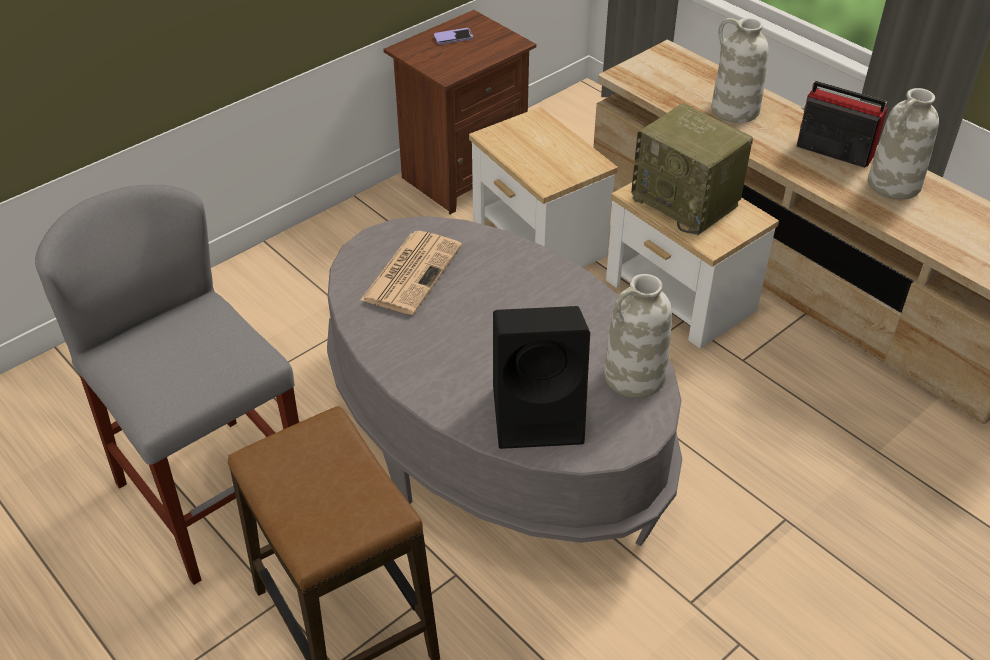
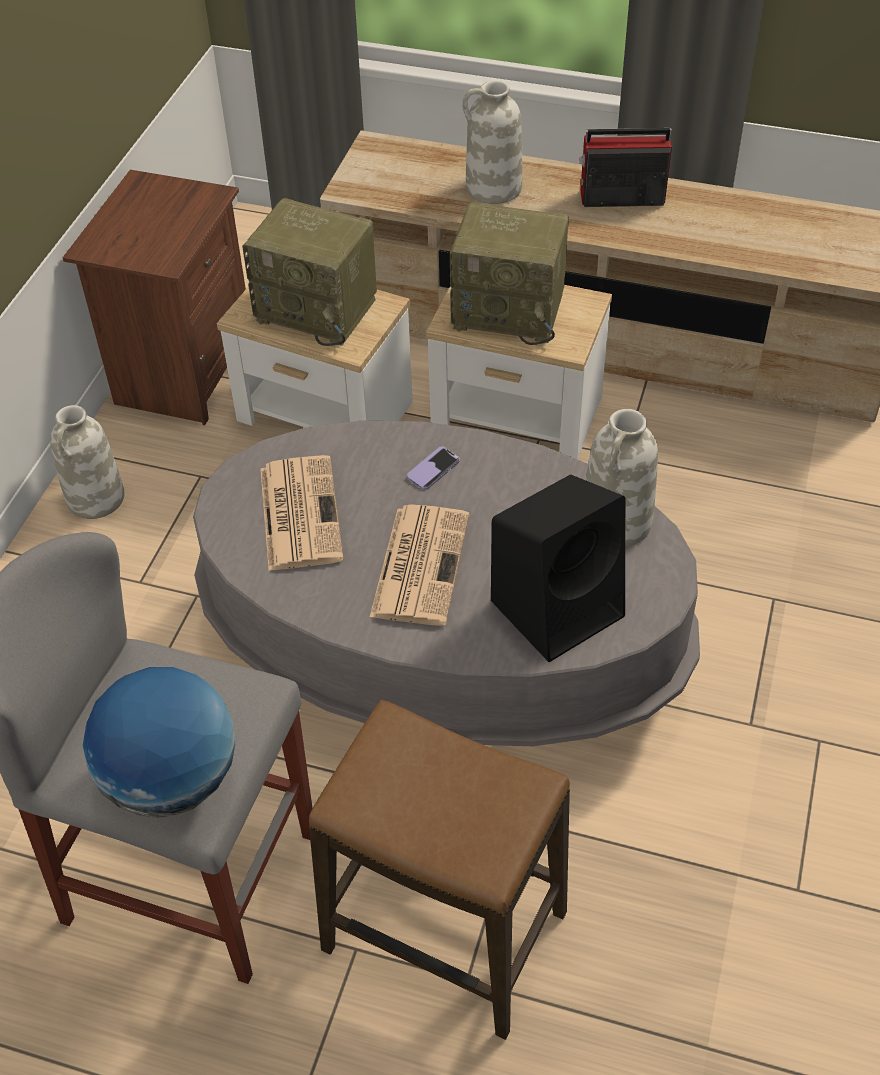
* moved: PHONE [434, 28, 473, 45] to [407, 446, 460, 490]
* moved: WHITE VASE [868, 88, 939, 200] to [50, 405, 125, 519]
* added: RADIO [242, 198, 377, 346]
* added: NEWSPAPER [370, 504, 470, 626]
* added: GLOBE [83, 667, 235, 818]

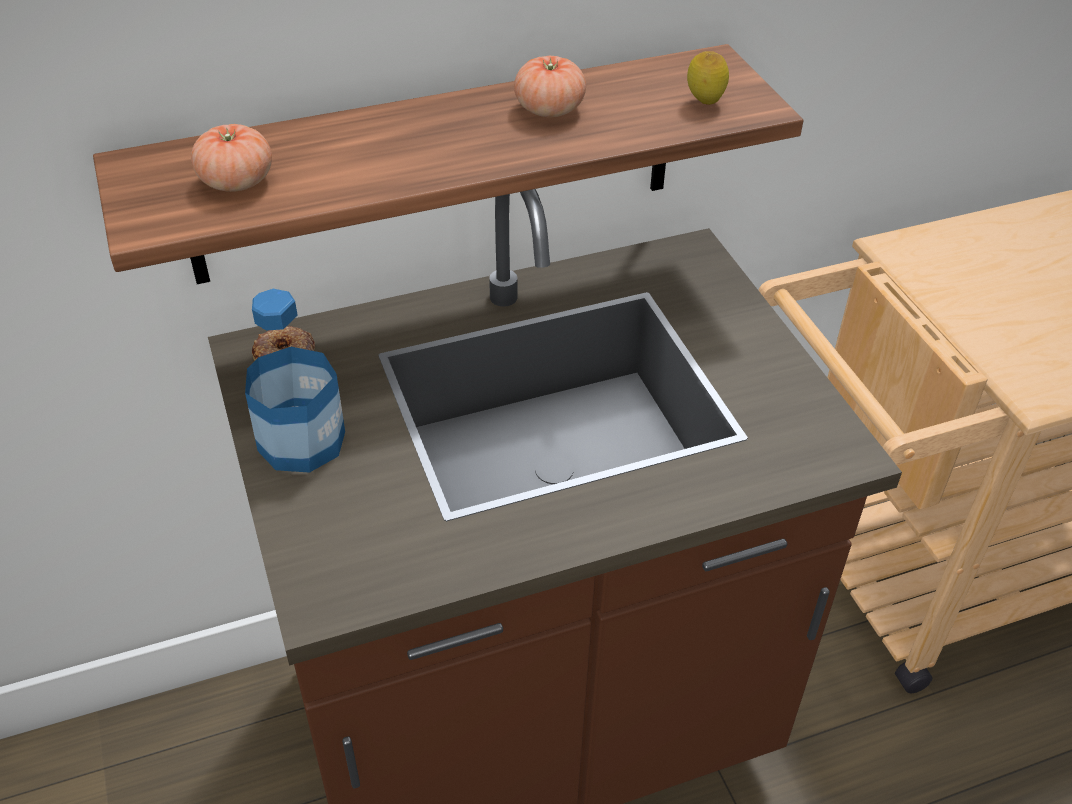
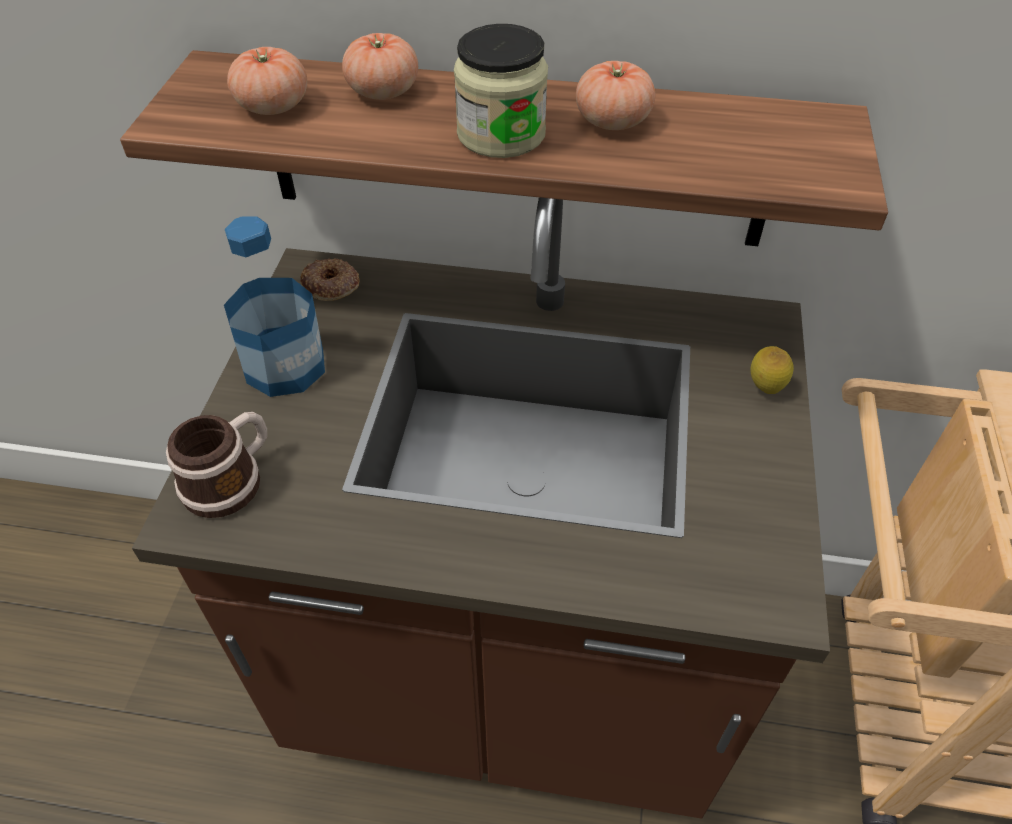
* moved: LEMON [687, 51, 729, 105] to [750, 346, 794, 394]
* added: JAR [454, 24, 548, 158]
* added: TOMATO [342, 33, 418, 100]
* added: MUG [166, 412, 267, 518]

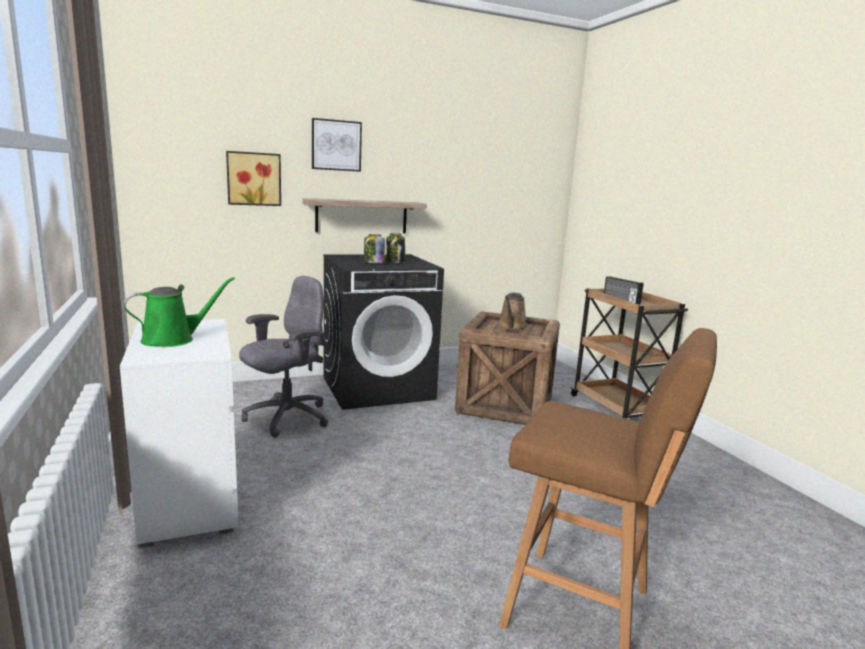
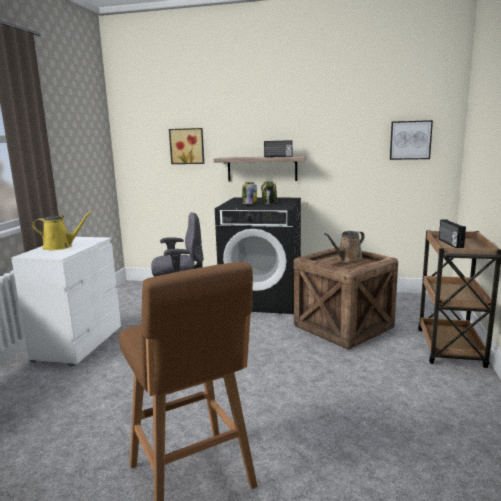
* moved: PICTURE [312, 118, 362, 172] to [390, 120, 433, 160]
* recoloured: GREEN WATERING CAN [124, 277, 235, 347] to YELLOW WATERING CAN [32, 211, 92, 250]
* added: RADIO [264, 140, 293, 157]

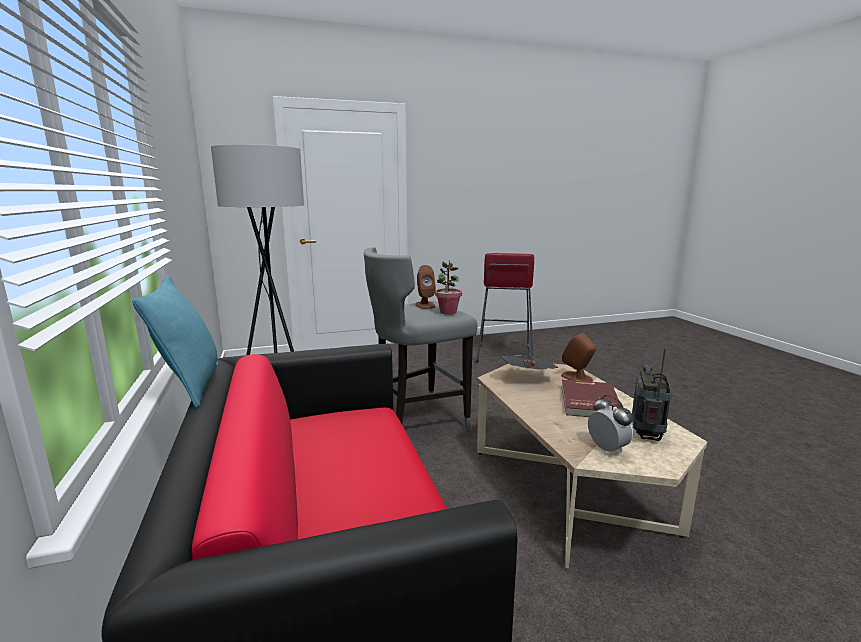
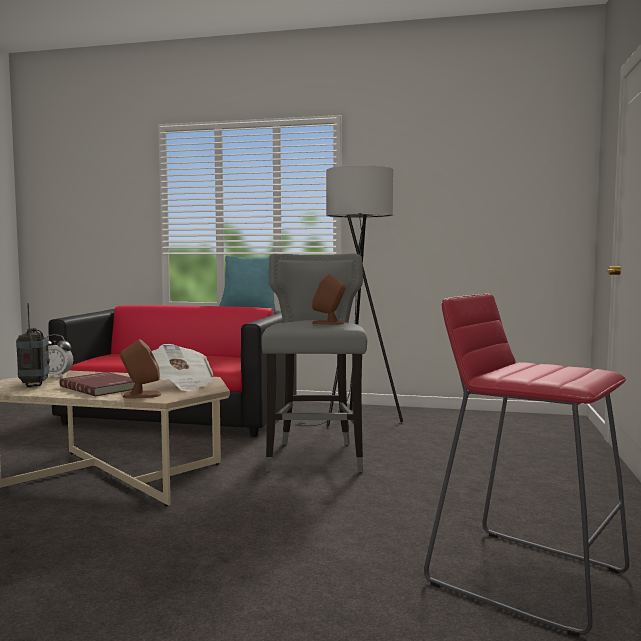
* removed: POTTED PLANT [435, 261, 462, 314]
* turned: RADIO [632, 348, 672, 441] = [16, 303, 50, 387] 150 degrees counterclockwise

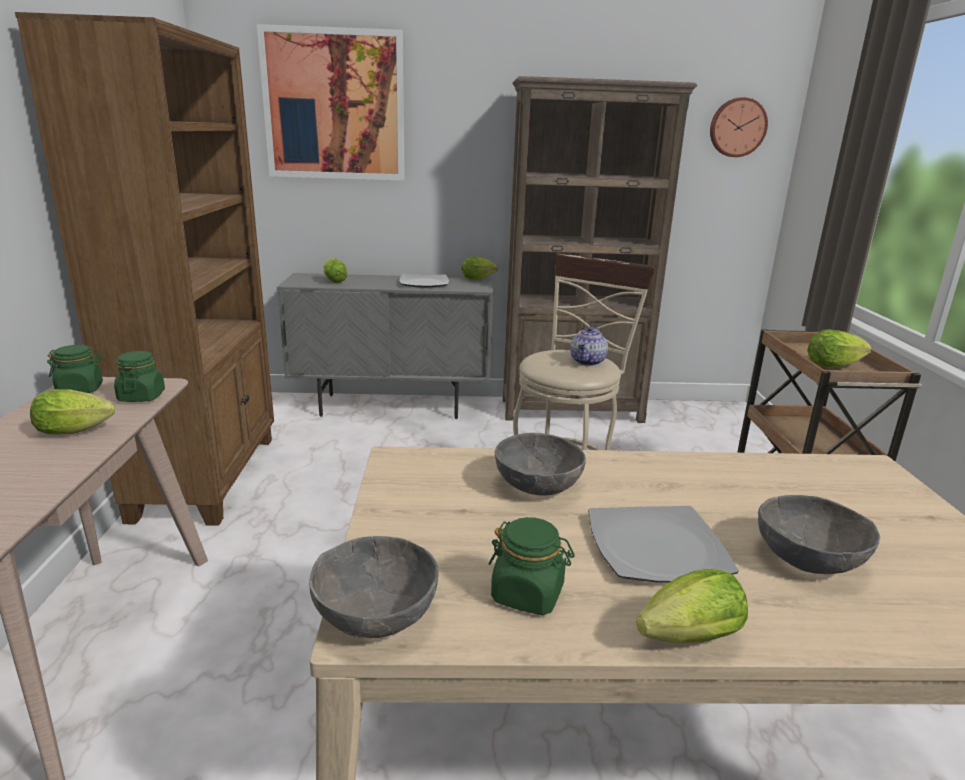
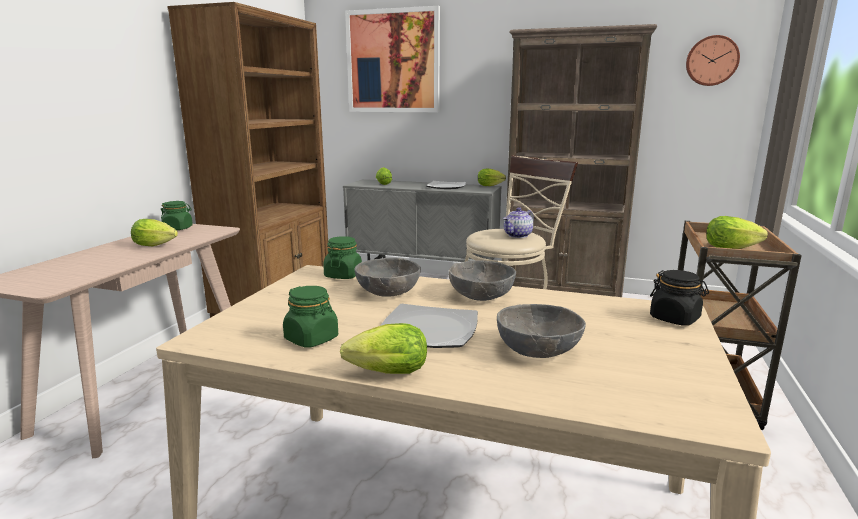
* moved: GREEN JAR [114, 351, 165, 402] to [323, 236, 362, 279]
* moved: GREY BOWL [309, 536, 439, 638] to [449, 260, 516, 301]
* added: BLACK JAR [650, 270, 709, 326]

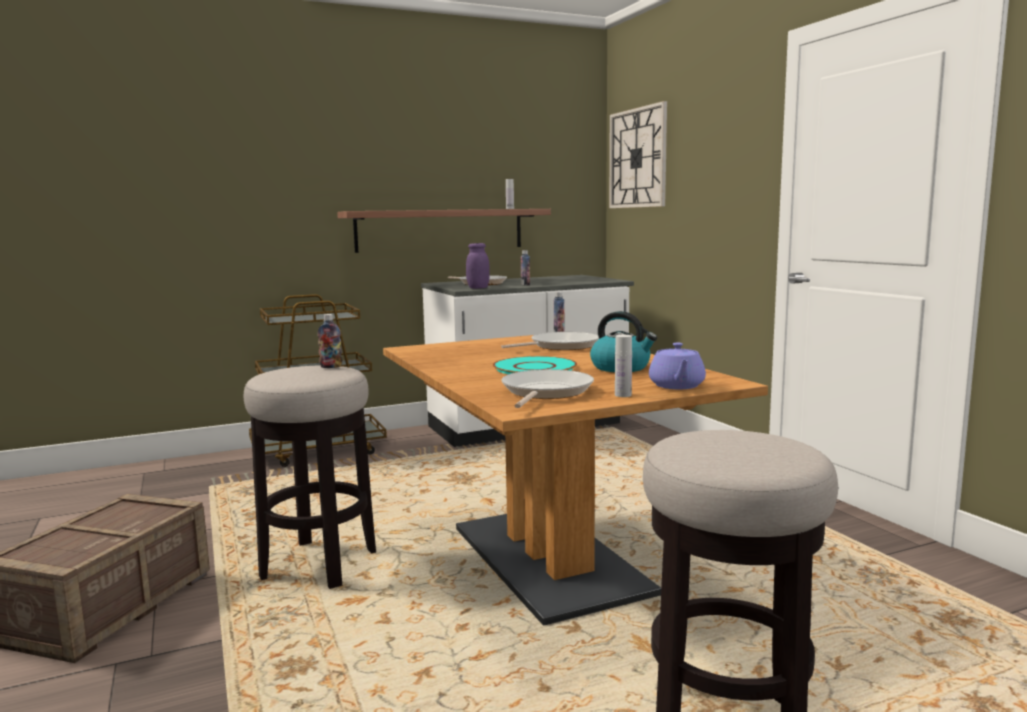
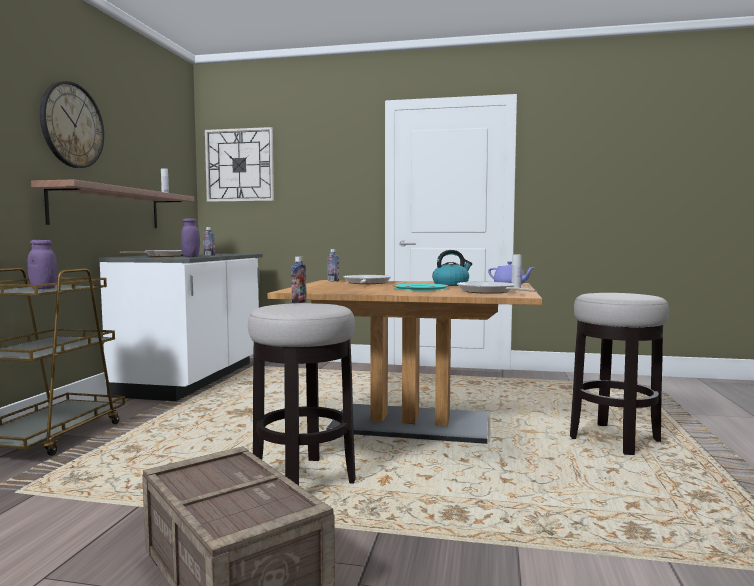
* added: WALL CLOCK [40, 81, 104, 168]
* added: PURPLE JAR [27, 240, 58, 289]

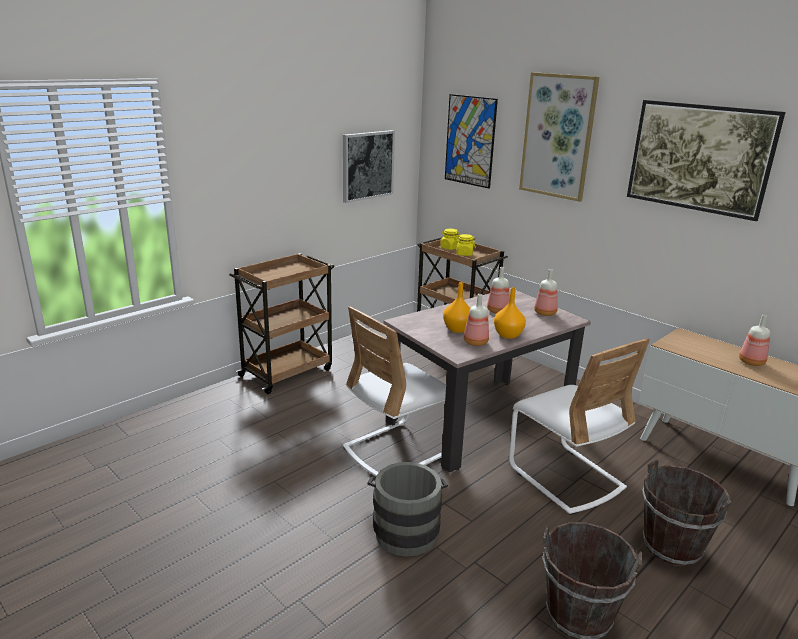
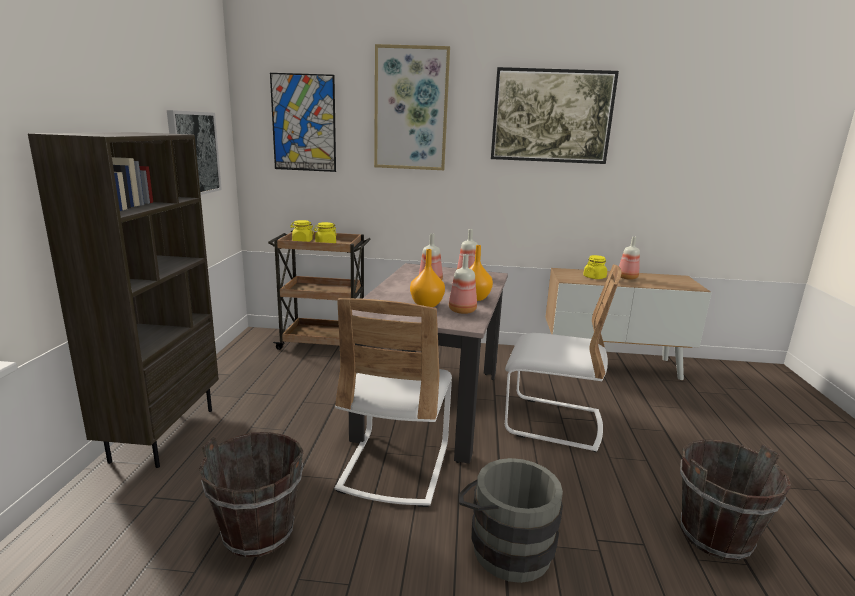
* replaced: BROWN CART [229, 253, 335, 394] to BROWN BOOKCASE [28, 132, 219, 468]
* moved: BROWN BUCKET [642, 460, 732, 566] to [199, 432, 303, 558]
* added: YELLOW JAR [583, 255, 607, 279]

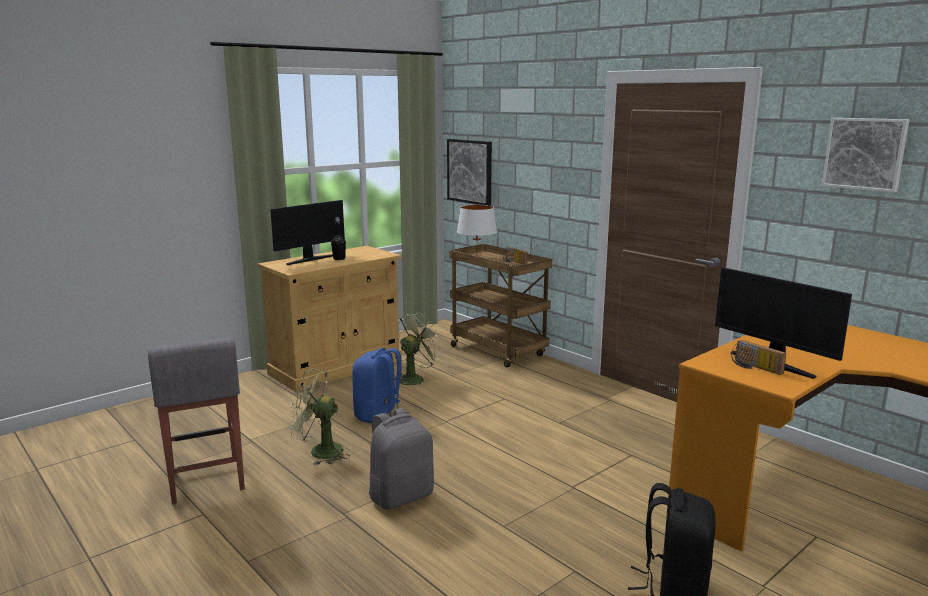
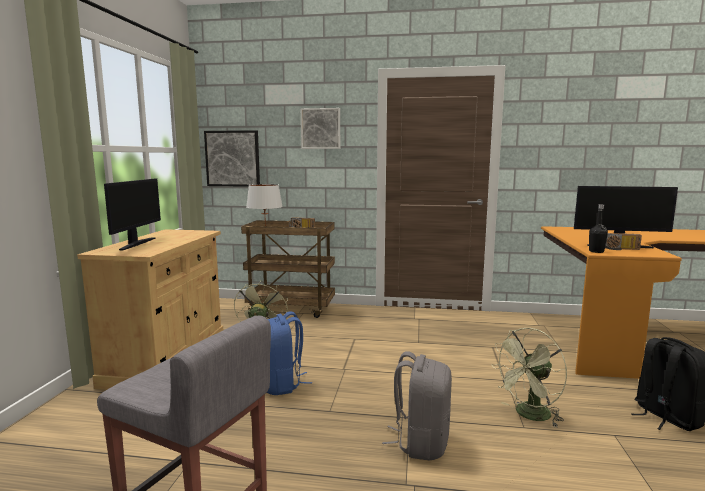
* moved: PICTURE [822, 118, 909, 193] to [301, 108, 340, 149]
* moved: BLACK BOTTLE [331, 217, 346, 260] to [589, 204, 608, 253]
* moved: GREEN FAN [288, 368, 350, 465] to [491, 328, 567, 427]

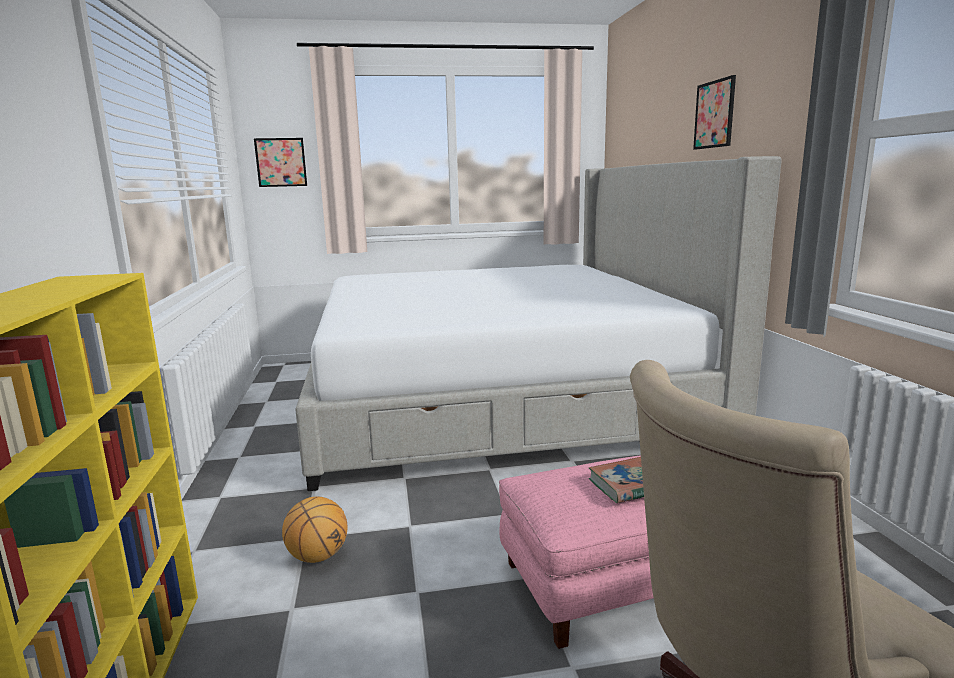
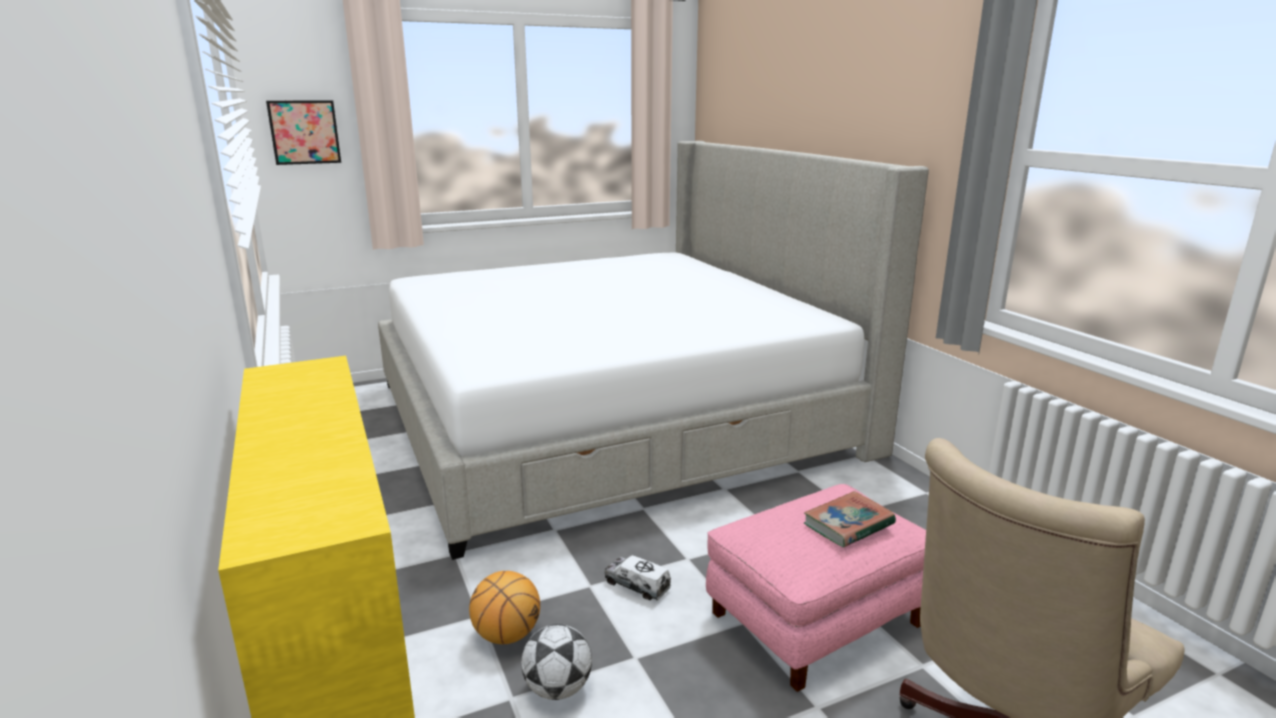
* removed: PICTURE [693, 75, 736, 150]
* added: TOY TRUCK [605, 555, 671, 600]
* added: FOOTBALL [521, 624, 592, 700]

